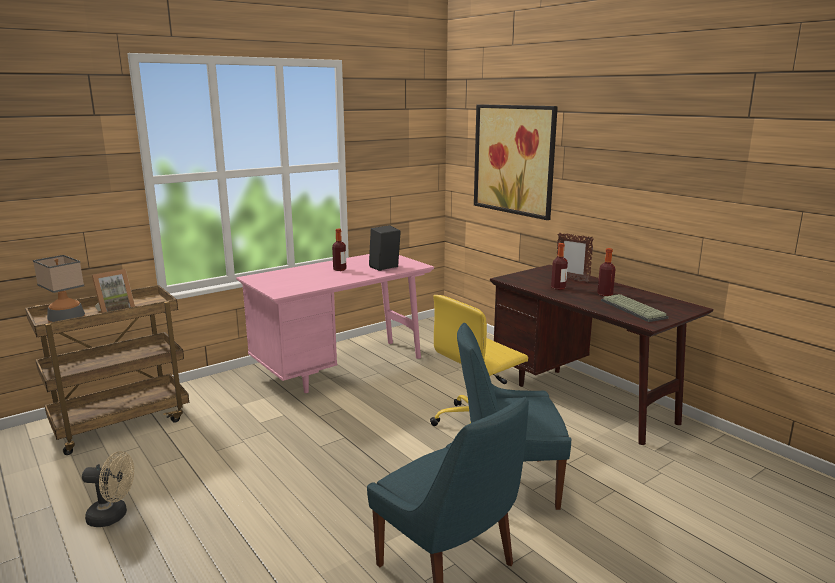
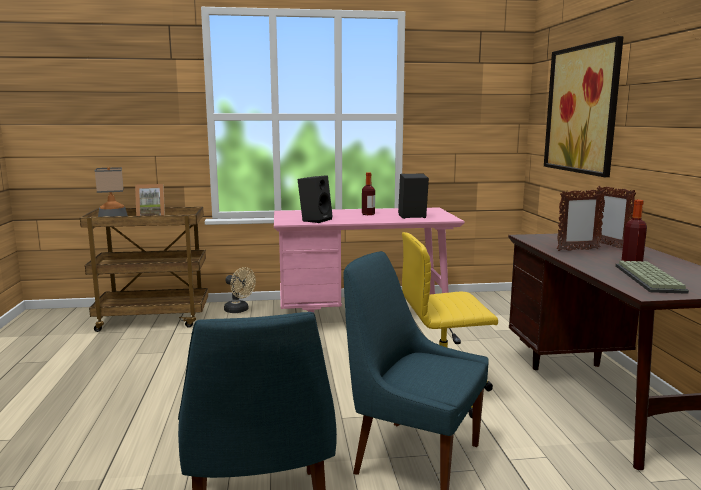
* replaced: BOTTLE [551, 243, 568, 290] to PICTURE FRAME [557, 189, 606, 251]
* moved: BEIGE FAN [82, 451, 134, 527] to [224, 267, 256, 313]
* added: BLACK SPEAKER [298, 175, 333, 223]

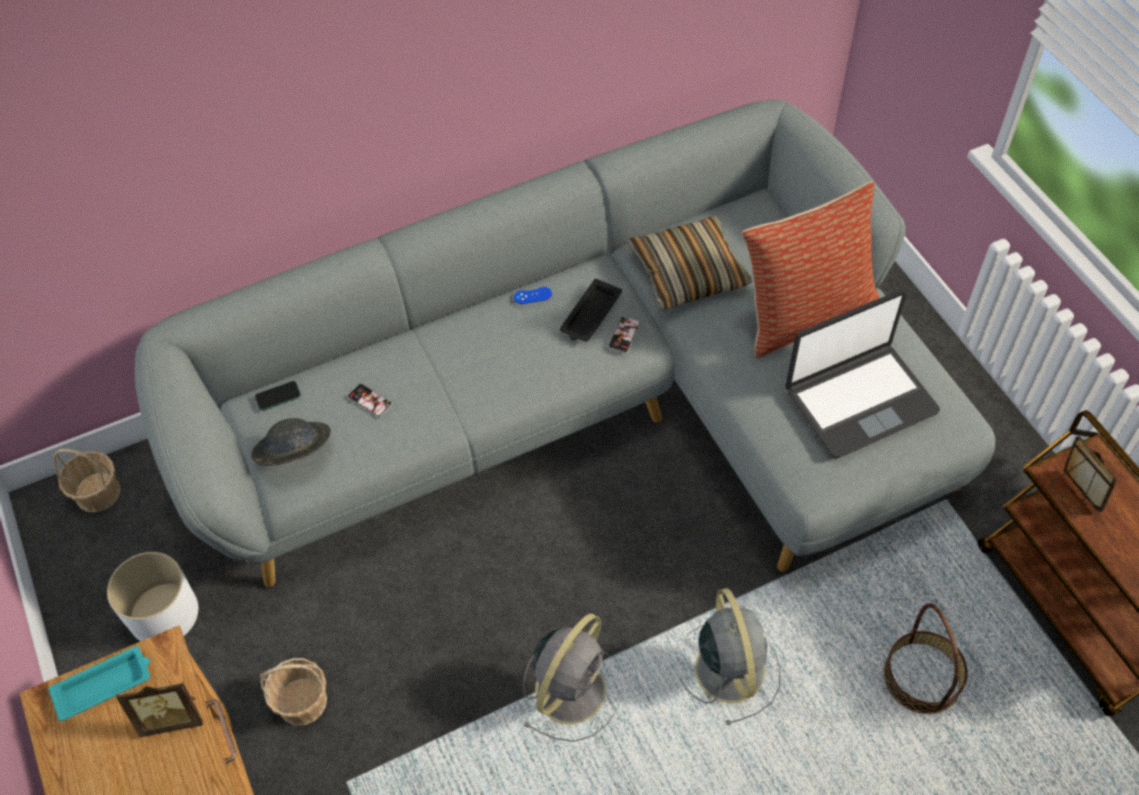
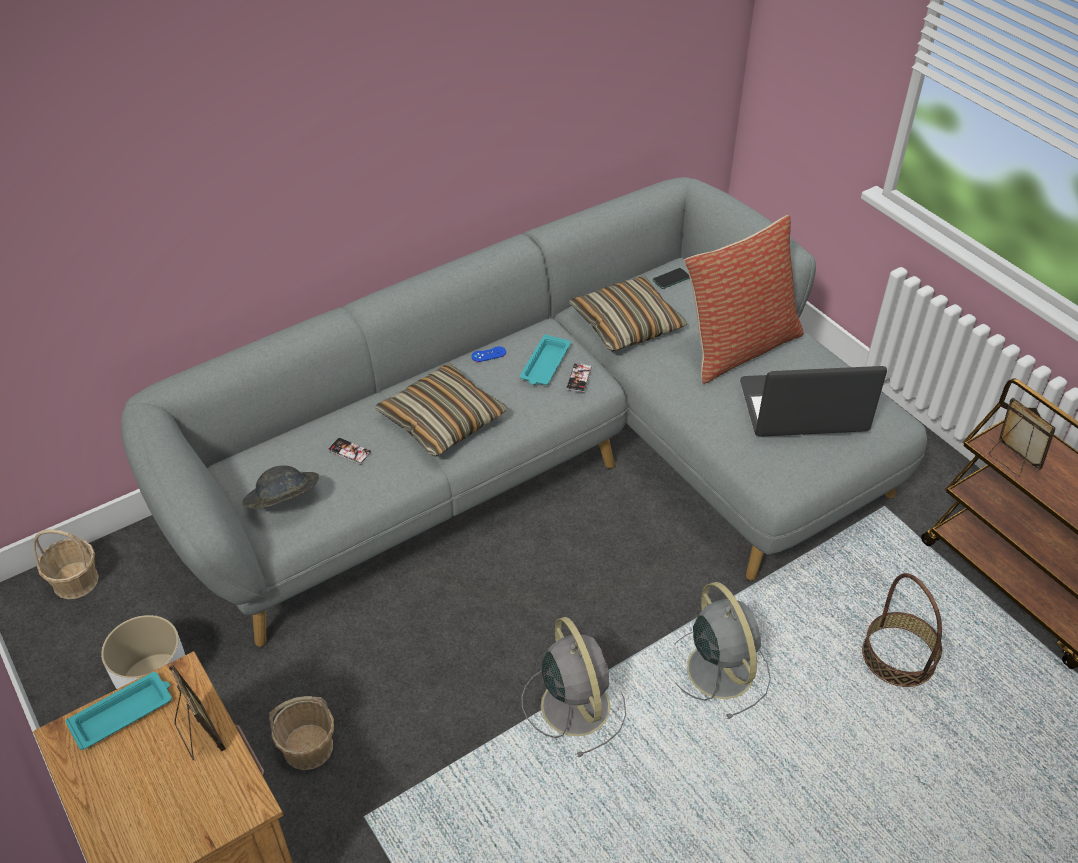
* recoloured: BLACK TRAY [560, 279, 622, 342] to TURQUOISE TRAY [520, 334, 571, 385]
* turned: LAPTOP [786, 290, 940, 458] = [740, 366, 887, 437] 150 degrees counterclockwise
* moved: PHONE [255, 381, 301, 411] to [653, 268, 690, 289]
* turned: GREY FAN [523, 613, 614, 742] = [521, 617, 626, 757] 45 degrees counterclockwise
* turned: PICTURE FRAME [116, 682, 203, 737] = [169, 665, 226, 760] 105 degrees counterclockwise
* added: PILLOW [376, 363, 507, 457]

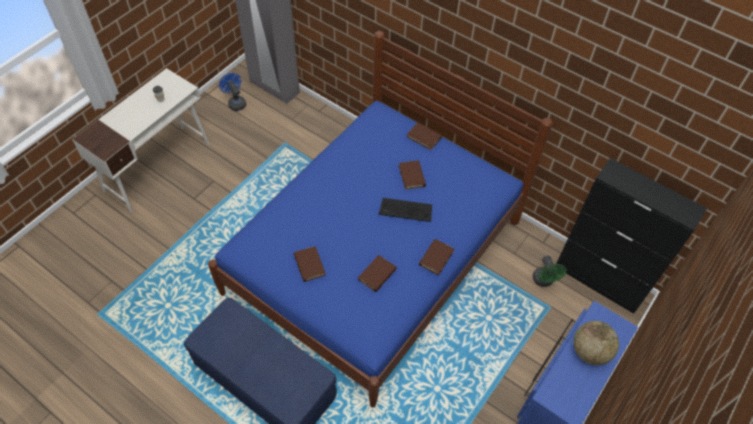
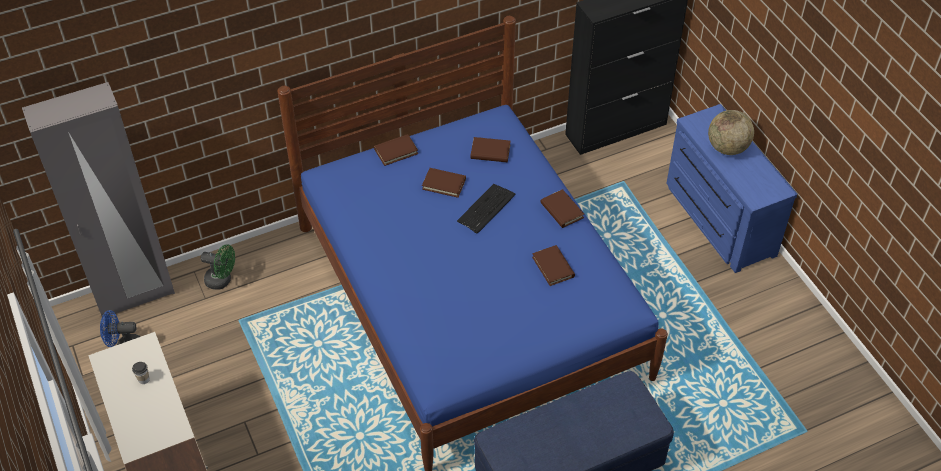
* moved: BROWN BOOK [294, 246, 325, 282] to [470, 137, 511, 162]
* moved: GREEN FAN [533, 256, 567, 287] to [201, 244, 235, 290]

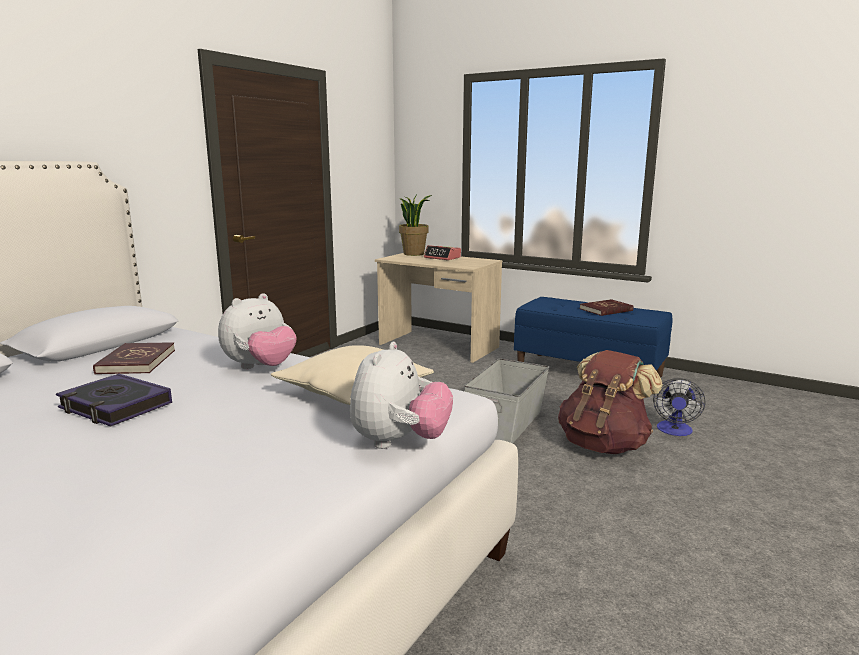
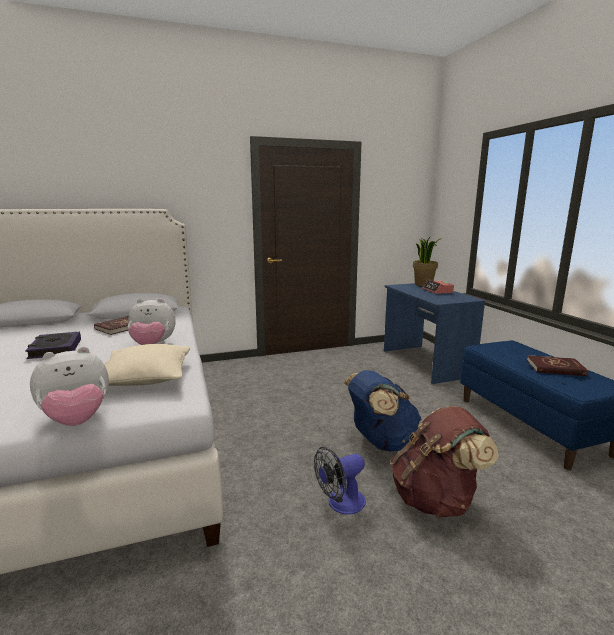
* recoloured: BEIGE DESK [375, 253, 502, 363] to BLUE DESK [384, 283, 485, 384]
* replaced: GREY STORAGE BOX [464, 358, 549, 444] to BLUE BACKPACK [344, 370, 421, 452]
* moved: FAN [653, 378, 705, 436] to [314, 447, 366, 515]

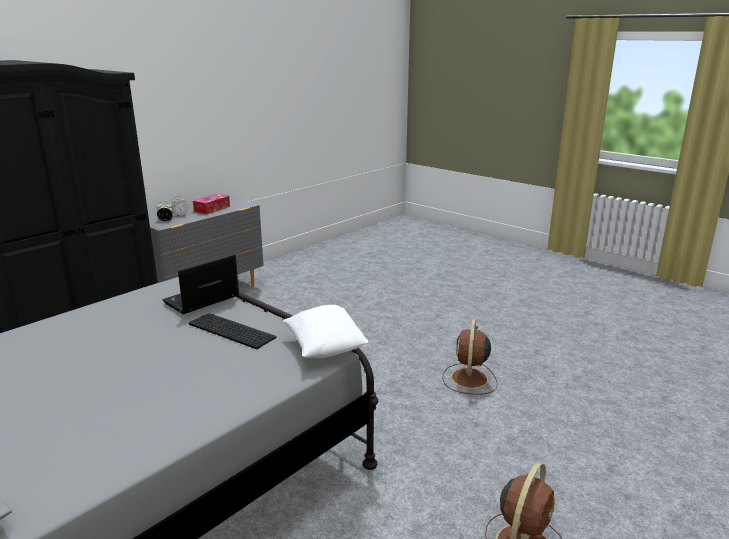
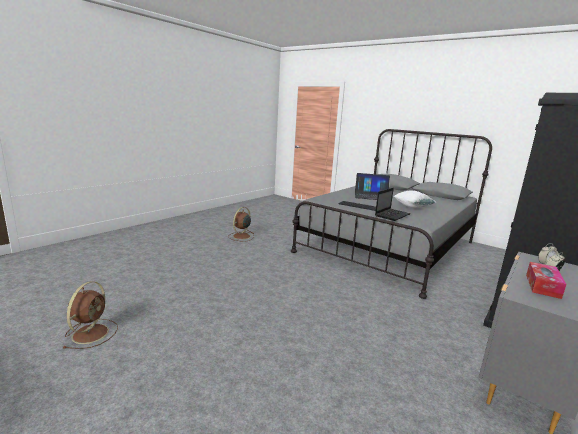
* moved: WHITE PILLOW [282, 305, 369, 358] to [394, 191, 436, 208]
* moved: BROWN FAN [442, 319, 498, 395] to [62, 281, 118, 349]
* added: LAPTOP [355, 173, 390, 200]

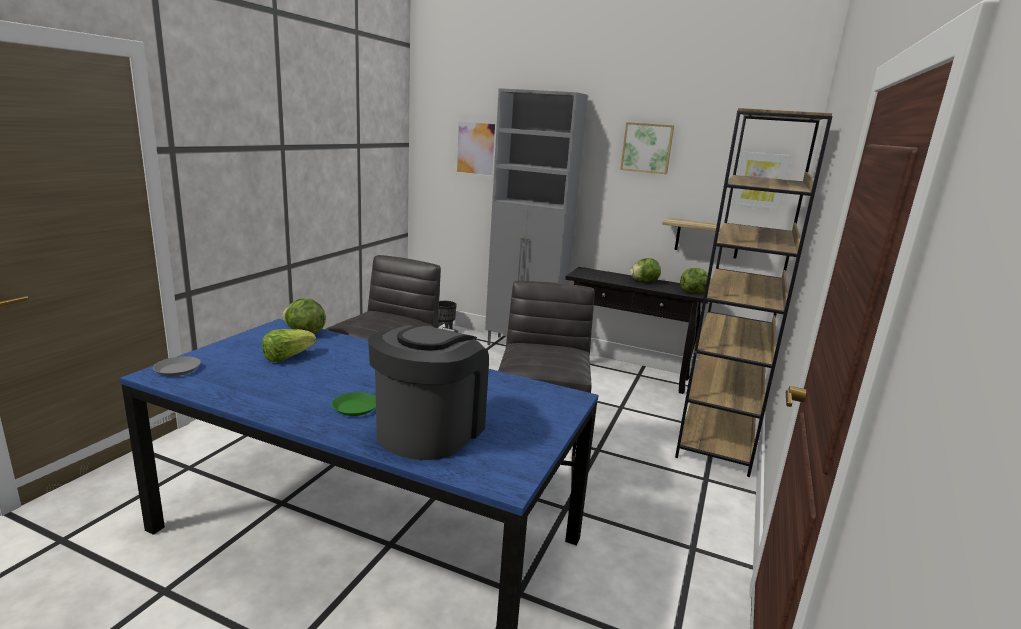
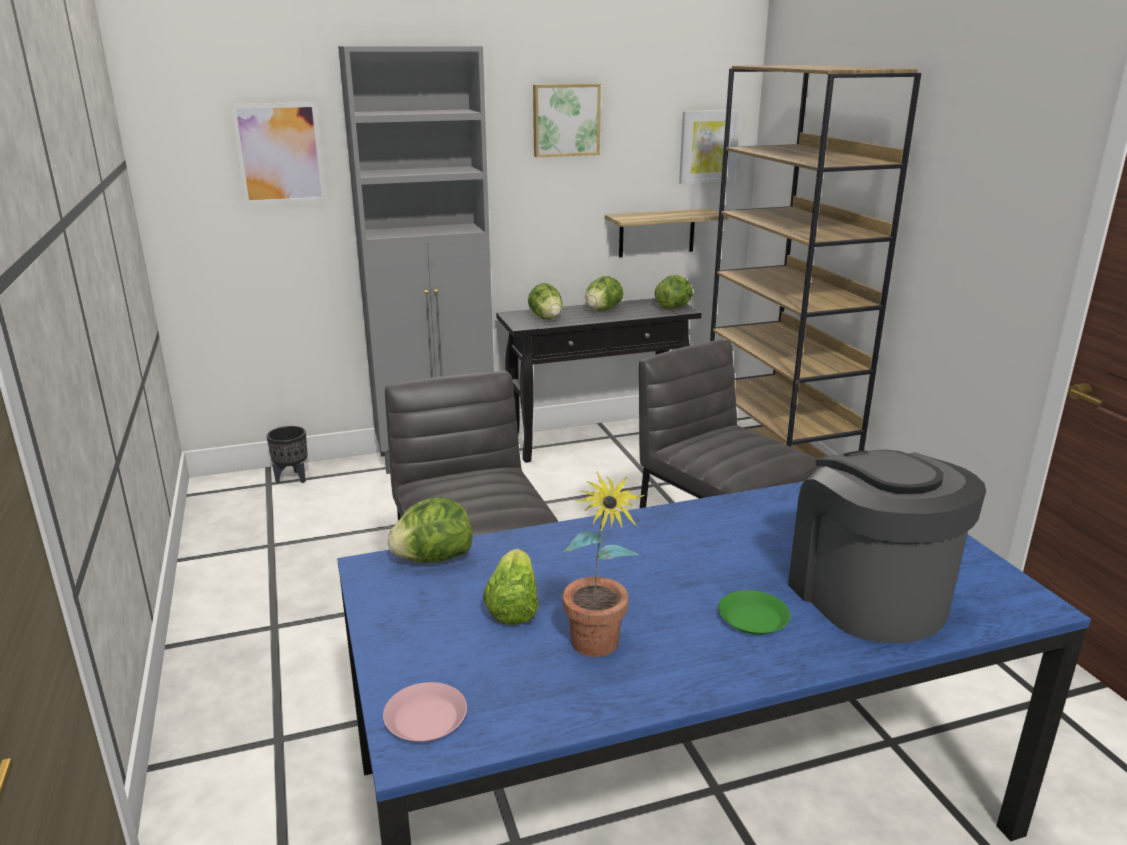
* recoloured: GREY PLATE [153, 356, 201, 376] to PINK PLATE [383, 682, 467, 742]
* added: LETTUCE [528, 283, 563, 320]
* added: POTTED PLANT [562, 471, 644, 657]

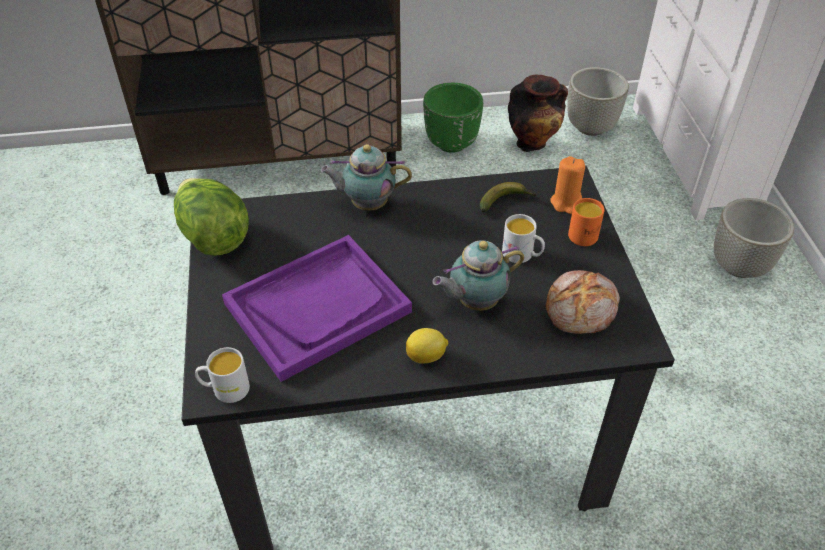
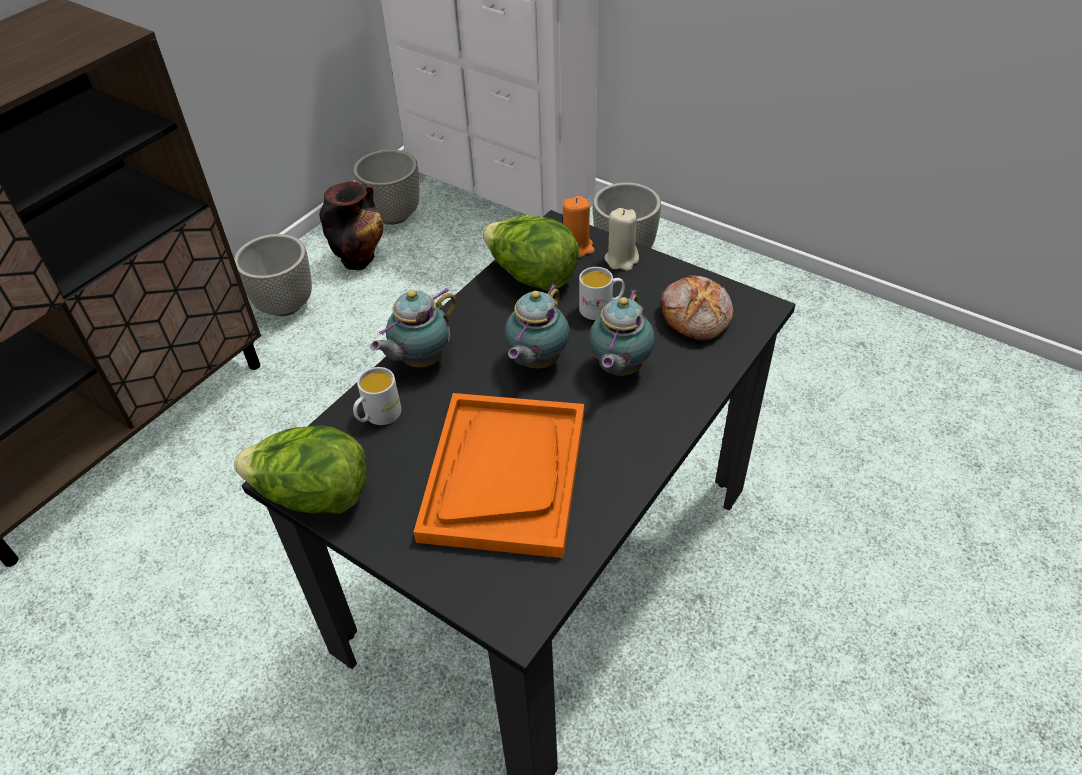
* recoloured: GREEN PLANTER [423, 83, 483, 153] to GREY PLANTER [234, 234, 312, 316]
* replaced: BANANA [480, 182, 536, 212] to LETTUCE [482, 216, 579, 291]
* replaced: ORANGE MUG [568, 198, 604, 246] to BEIGE CANDLE [604, 208, 639, 271]
* recoloured: PURPLE TRAY [222, 235, 412, 382] to ORANGE TRAY [414, 393, 584, 558]
* removed: LEMON [406, 328, 448, 364]
* moved: WHITE MUG [195, 347, 250, 403] to [353, 367, 401, 425]
* added: TEAPOT [505, 284, 570, 368]

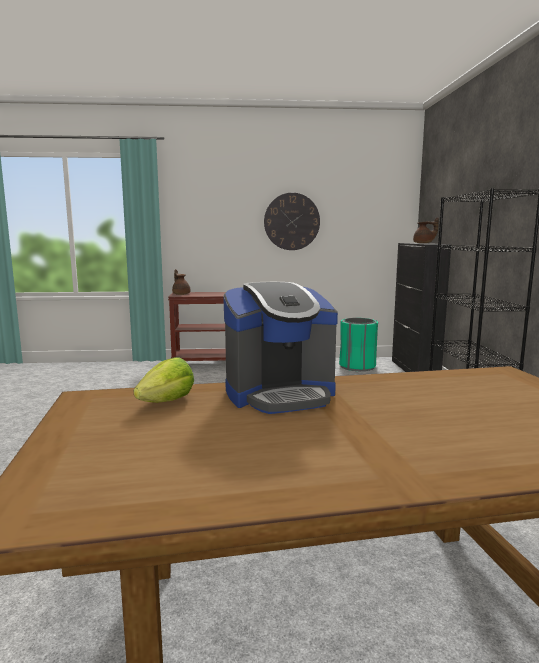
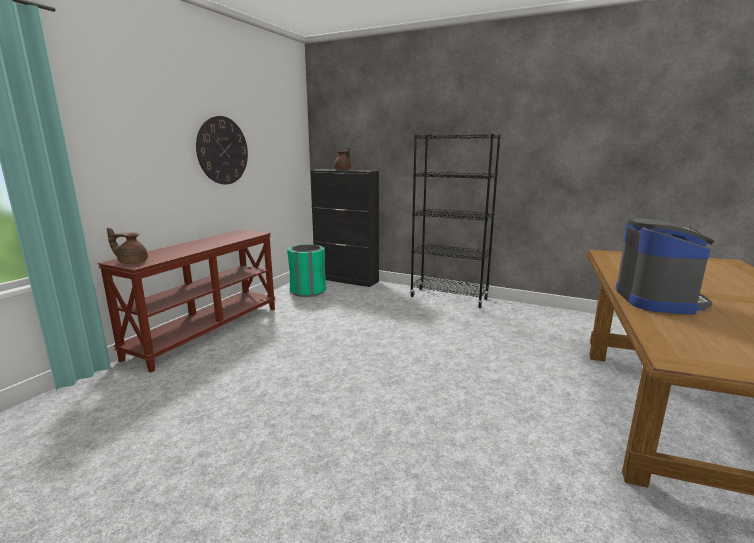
* removed: LETTUCE [134, 357, 194, 403]

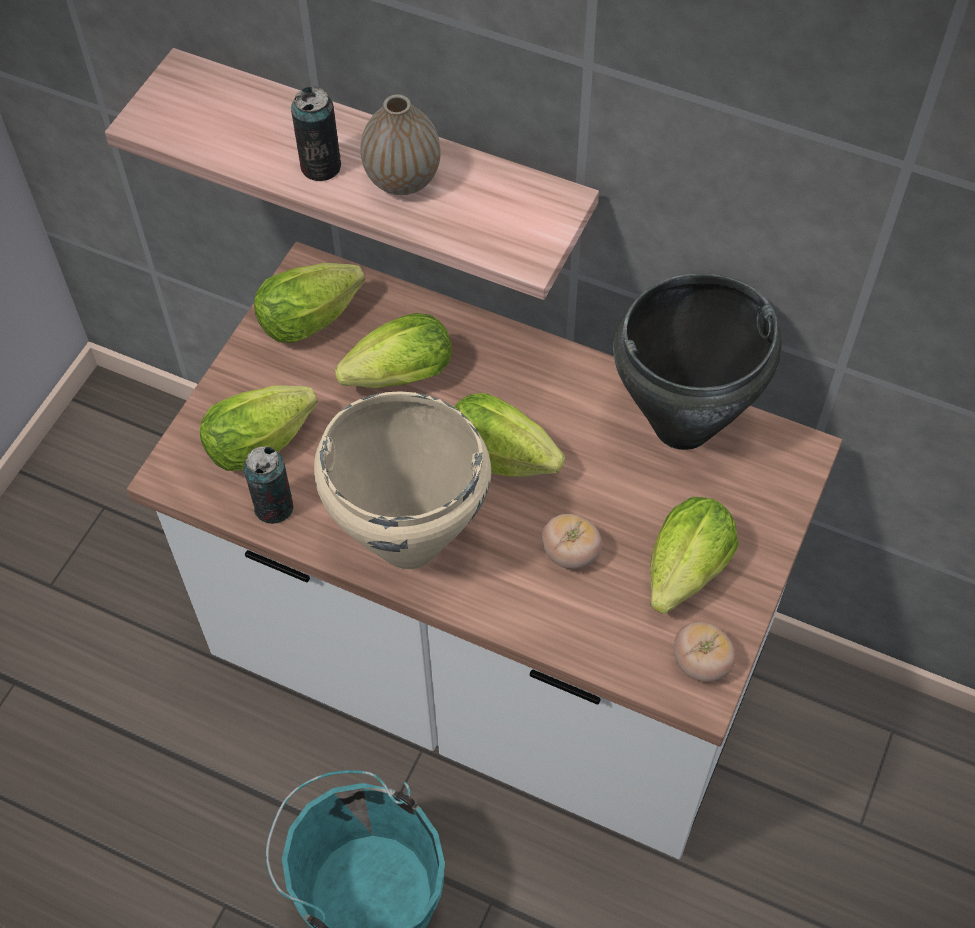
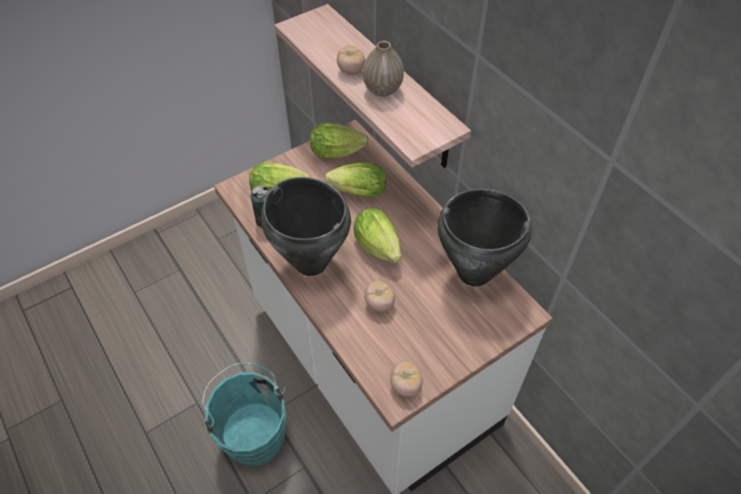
* replaced: CAN [291, 87, 341, 181] to TOMATO [337, 45, 365, 75]
* recoloured: BEIGE COOKING POT [314, 391, 491, 570] to BLACK COOKING POT [261, 177, 351, 276]
* removed: LETTUCE [650, 497, 738, 614]

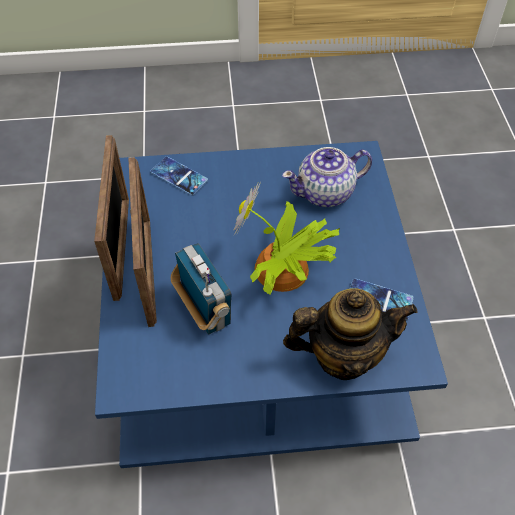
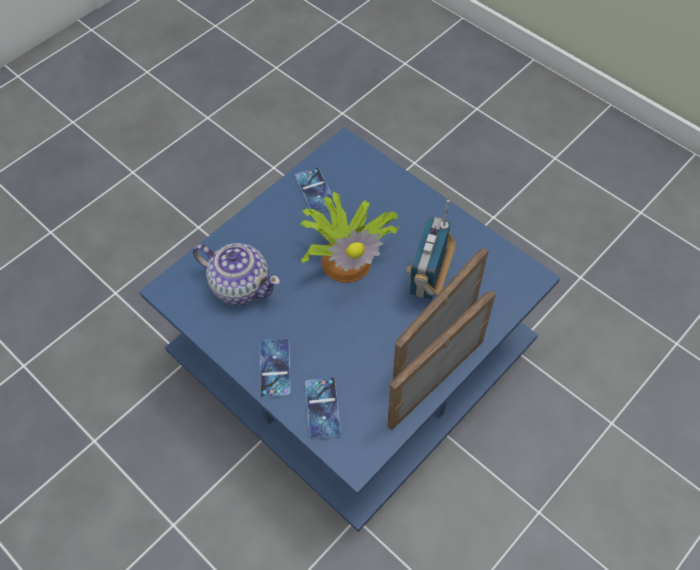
* removed: TEAPOT [283, 288, 418, 380]
* added: PHONE [260, 338, 291, 397]

